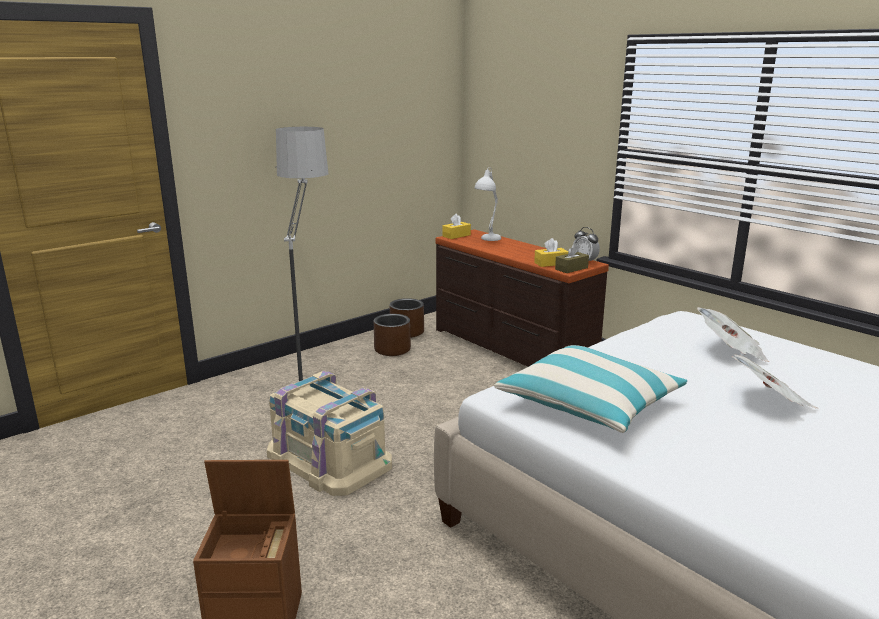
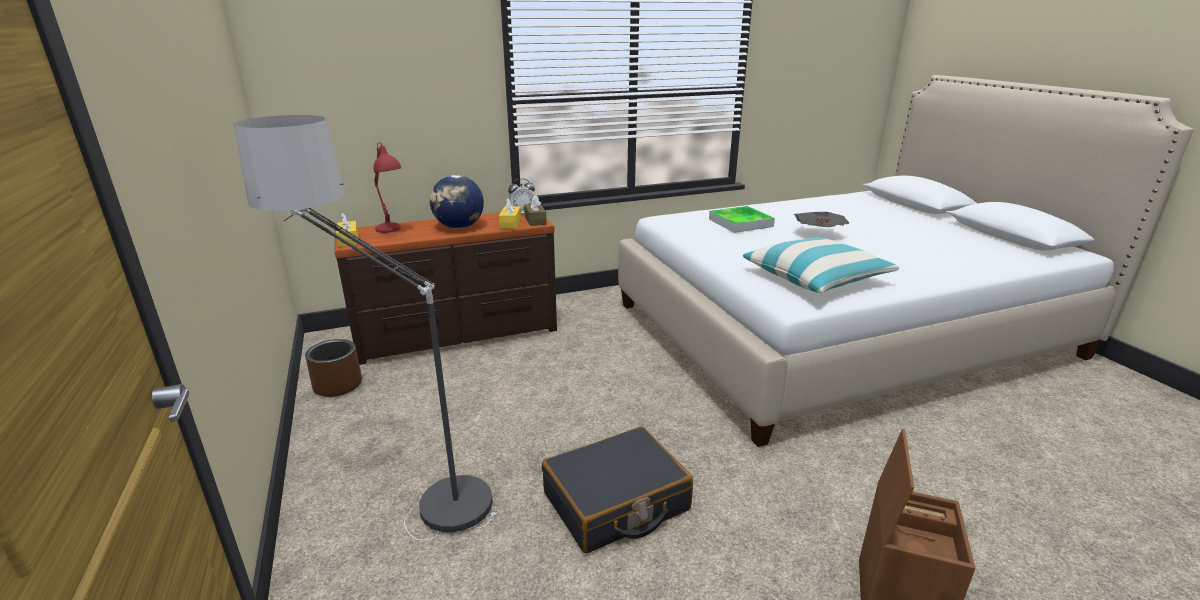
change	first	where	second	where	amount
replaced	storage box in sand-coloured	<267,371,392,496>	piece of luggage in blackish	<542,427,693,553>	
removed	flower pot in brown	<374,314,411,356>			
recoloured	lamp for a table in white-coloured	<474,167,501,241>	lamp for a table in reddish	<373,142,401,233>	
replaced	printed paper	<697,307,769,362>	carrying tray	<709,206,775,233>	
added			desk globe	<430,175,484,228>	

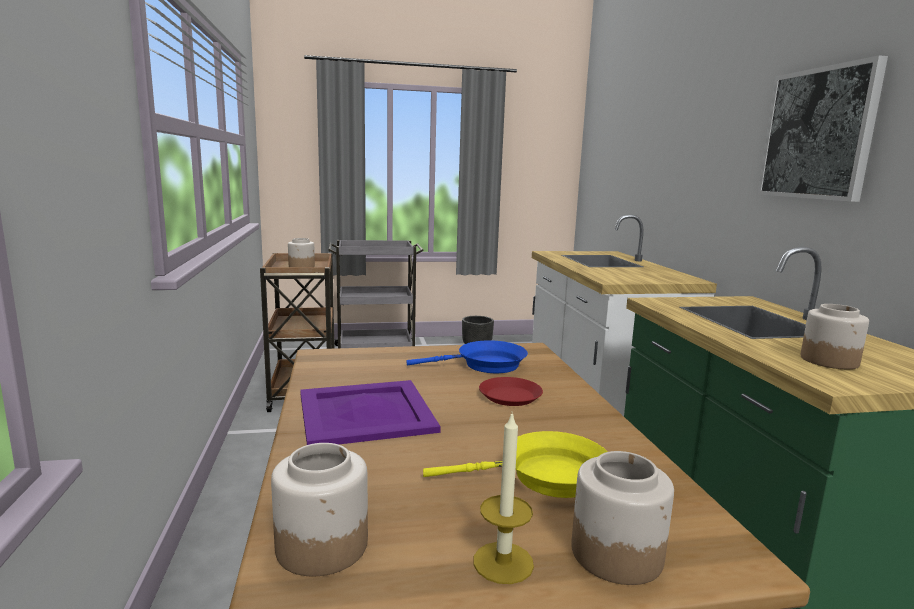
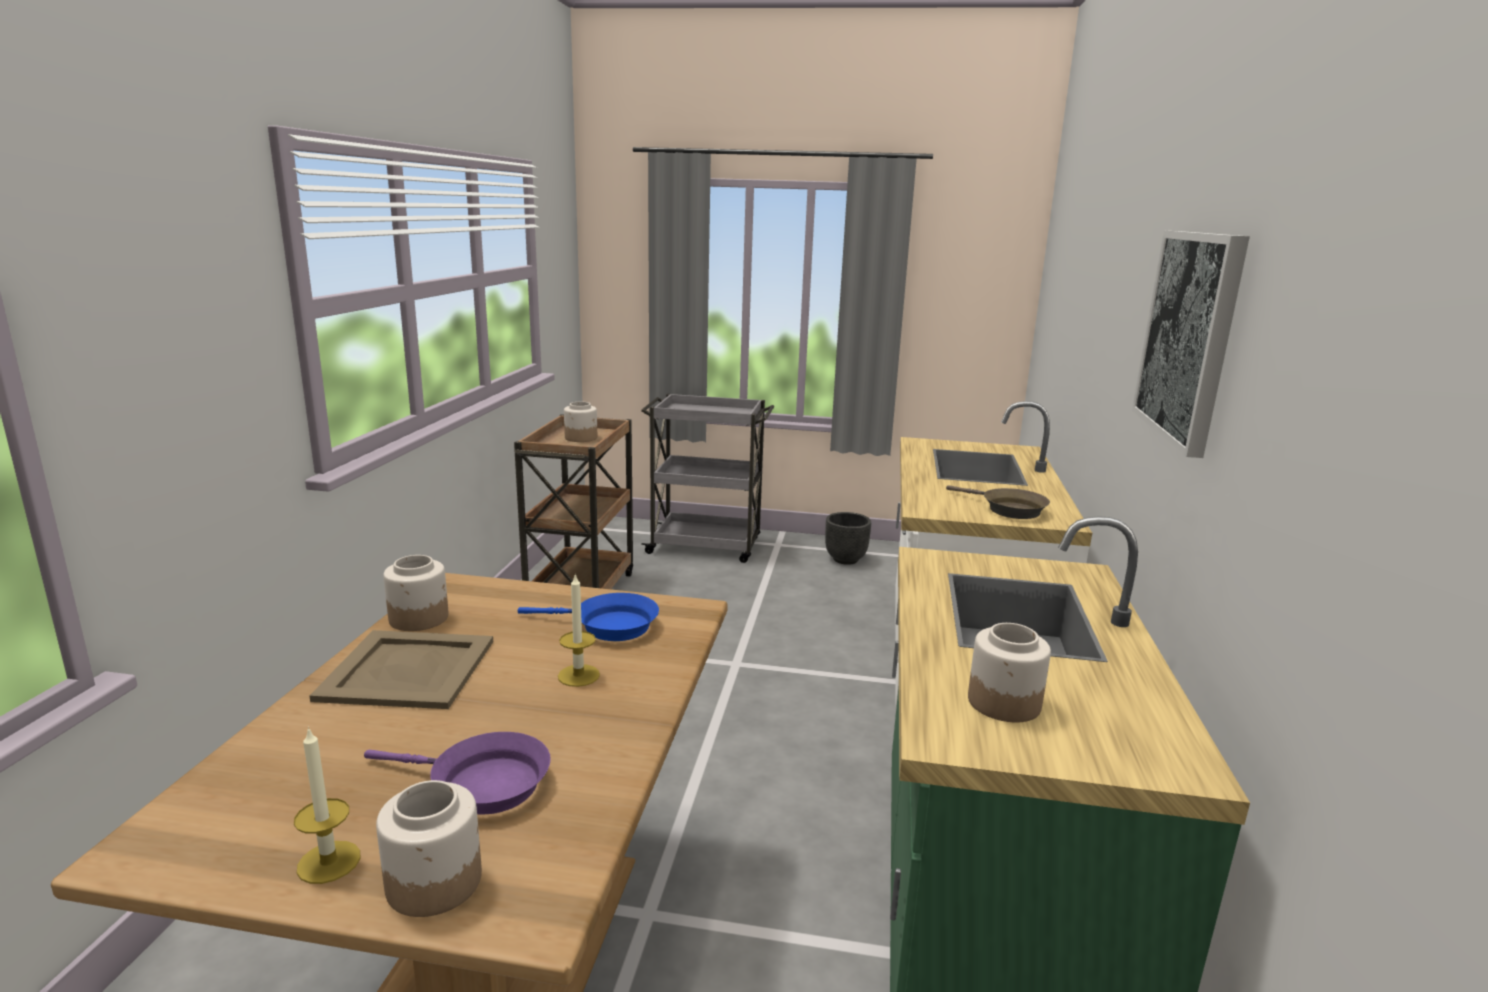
change	first	where	second	where	amount
moved	jar	<271,443,368,576>		<383,555,449,631>	
recoloured	carrying tray in purple-coloured	<300,380,441,445>	carrying tray in sand-coloured	<309,630,493,709>	
recoloured	pan in yellow-coloured	<423,431,608,498>	pan in purple-coloured	<364,732,551,814>	
replaced	plate in reddish	<479,377,543,406>	wax light	<558,573,600,687>	
added			pan in brown	<946,485,1050,519>	

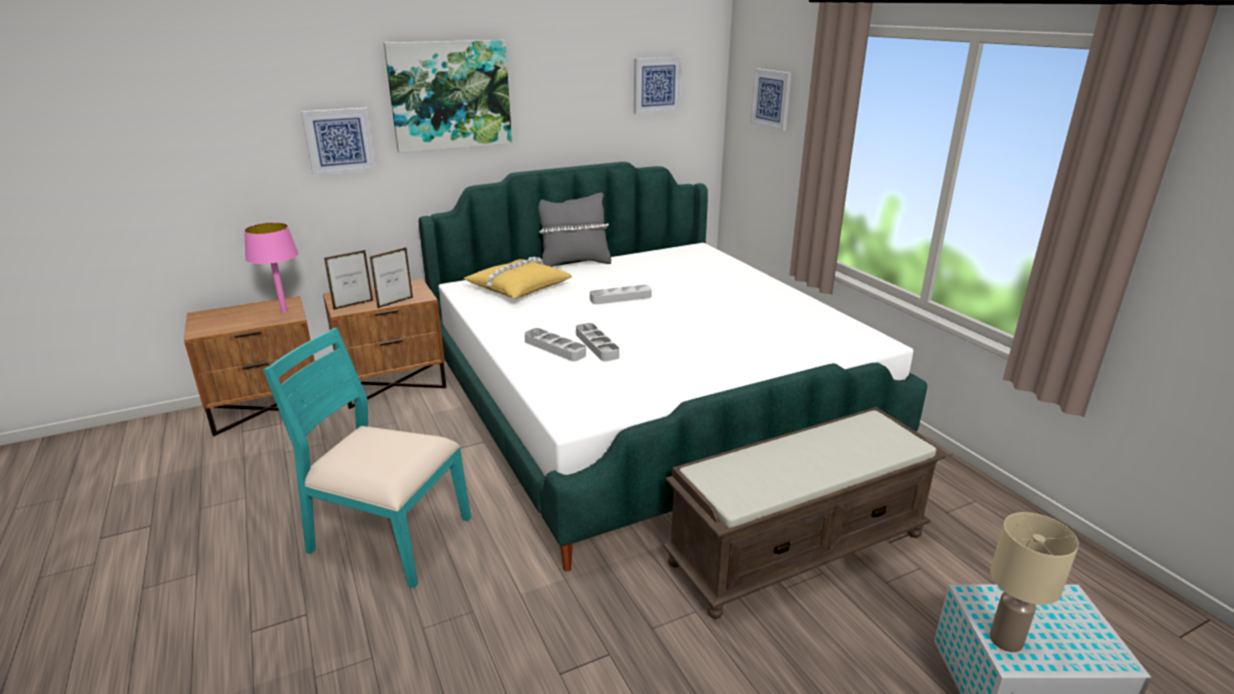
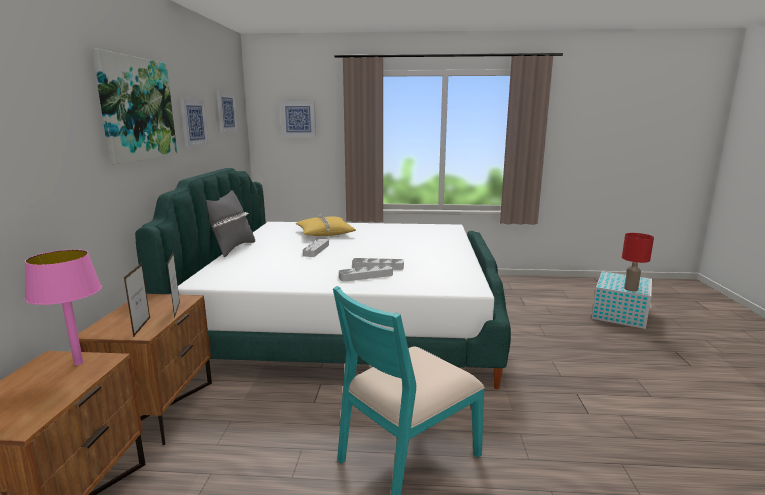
change	first	where	second	where	amount
moved	picture	<301,107,376,176>		<180,98,209,147>	
moved	cushion in yellow-coloured	<463,257,572,299>		<295,213,356,236>	
removed	indoor bench in brown	<663,407,946,619>			
recoloured	lamp for a table in sand-coloured	<990,512,1079,652>	lamp for a table in reddish	<622,233,654,291>	

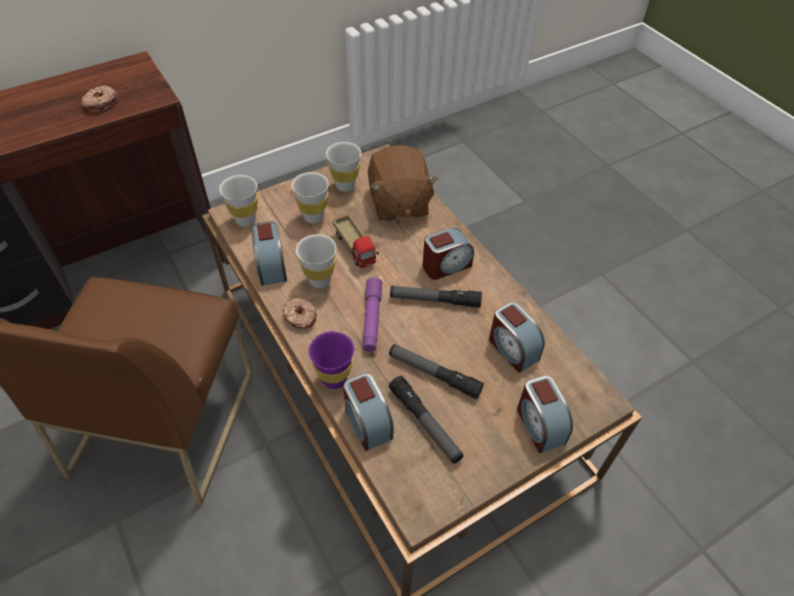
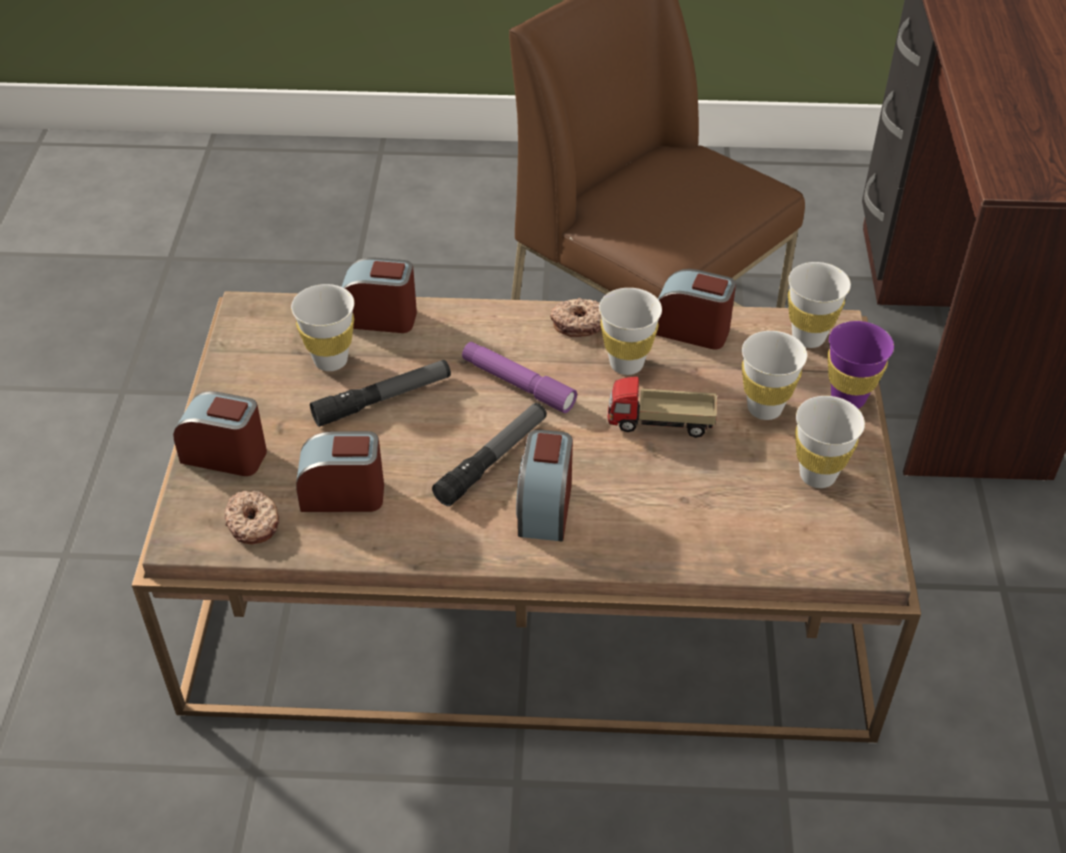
change	first	where	second	where	amount
moved	doughnut	<81,85,118,113>		<225,491,279,544>	
moved	small cup in purple-coloured	<308,331,354,389>		<828,321,894,409>	
removed	plush toy in brown	<368,145,439,221>			
replaced	flashlight	<389,376,464,464>	small cup in white-coloured	<291,284,354,371>	

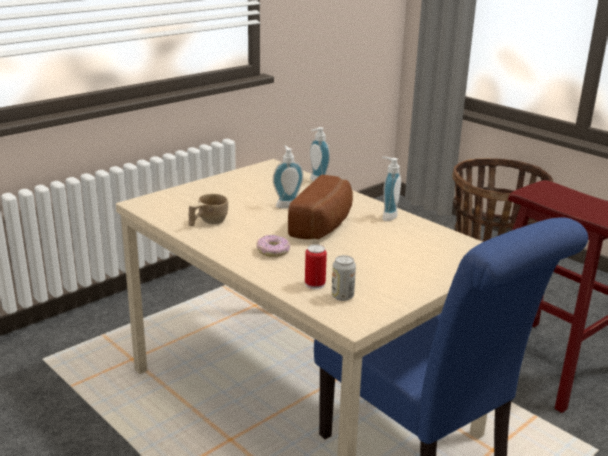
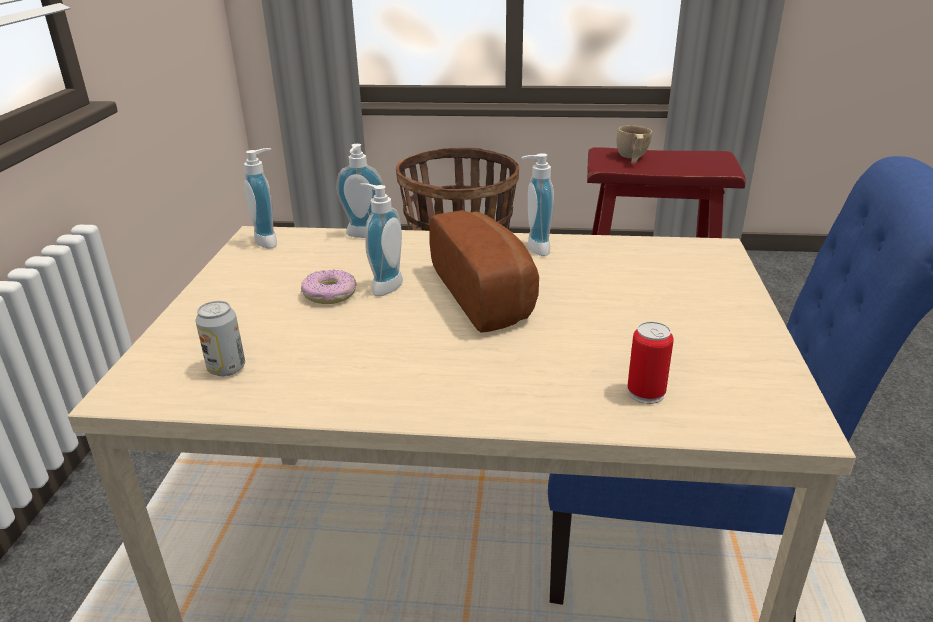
change	first	where	second	where	amount
moved	small cup in sand-coloured	<188,194,228,226>		<616,125,652,164>	
moved	doughnut	<257,235,290,257>		<301,270,357,304>	
moved	can	<332,255,356,301>		<195,301,245,376>	
added			soap dispenser	<244,148,277,249>	

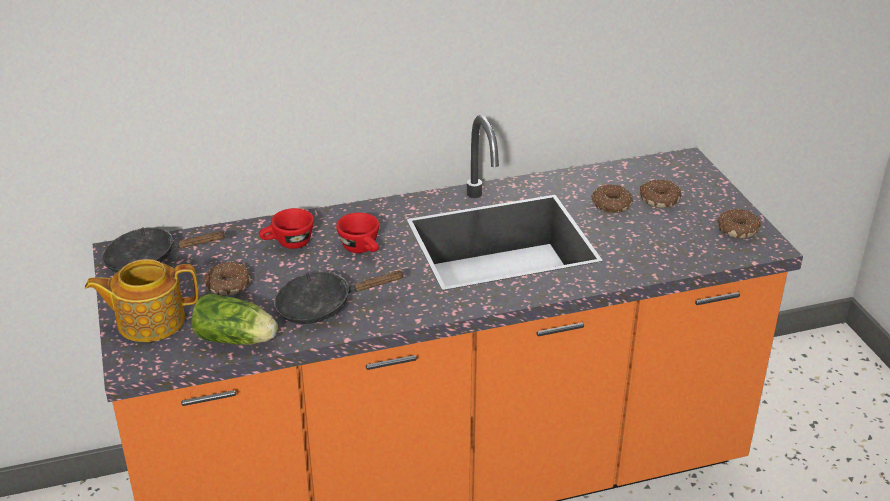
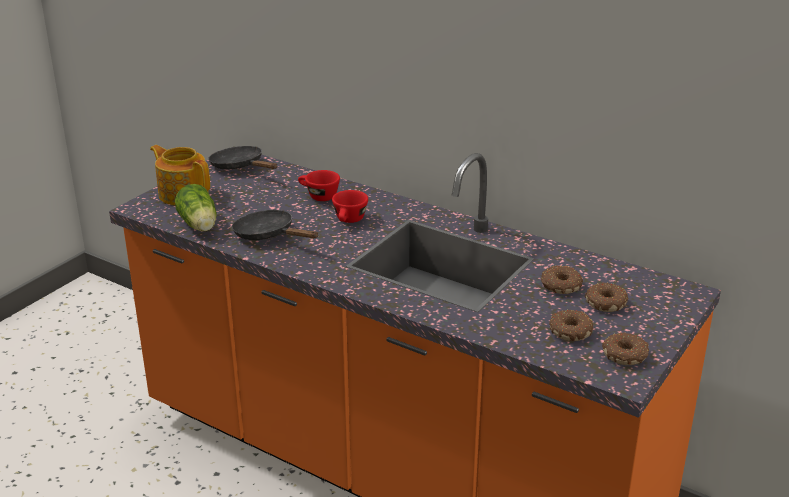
change	first	where	second	where	amount
moved	doughnut	<203,261,251,296>		<549,309,593,341>	

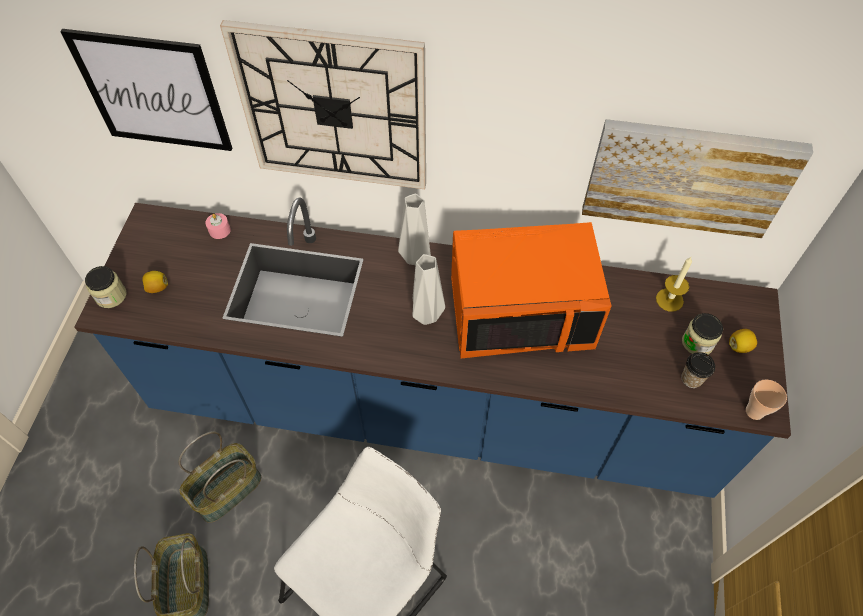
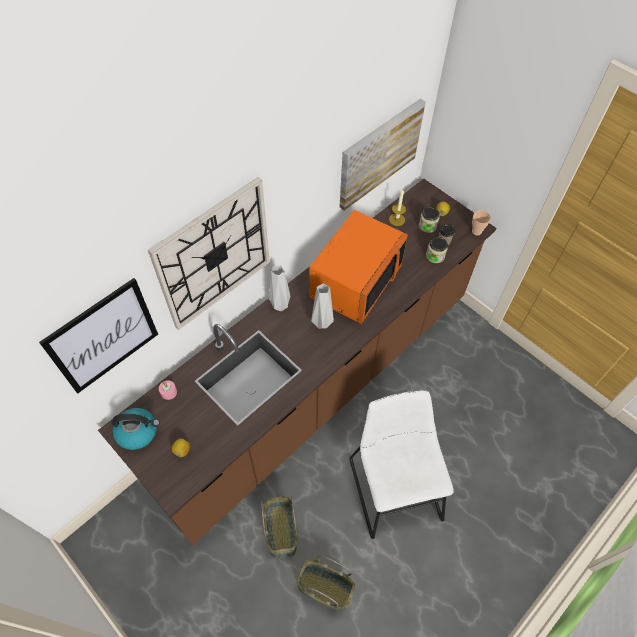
change	first	where	second	where	amount
recoloured	kitchen base unit in blue	<75,197,791,498>	kitchen base unit in brown	<98,179,496,545>	
moved	jar	<85,266,126,308>		<426,237,448,263>	
added			kettle	<112,408,160,450>	

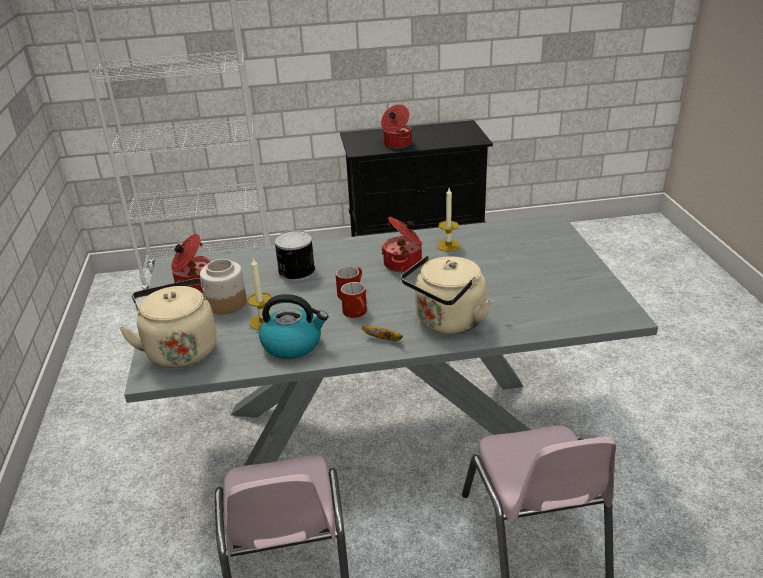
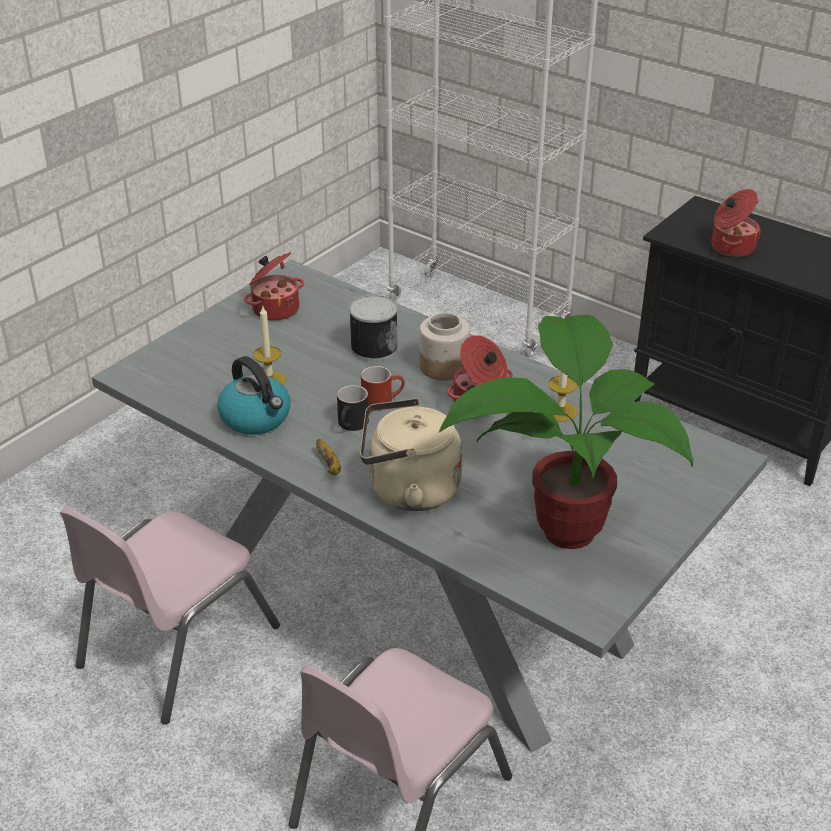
change	first	where	second	where	amount
removed	kettle in sand-coloured	<119,278,217,368>			
moved	jar	<200,259,247,314>		<419,313,470,381>	
recoloured	mug in reddish	<341,282,367,318>	mug in blackish	<337,385,369,431>	
added			potted plant	<439,315,694,549>	

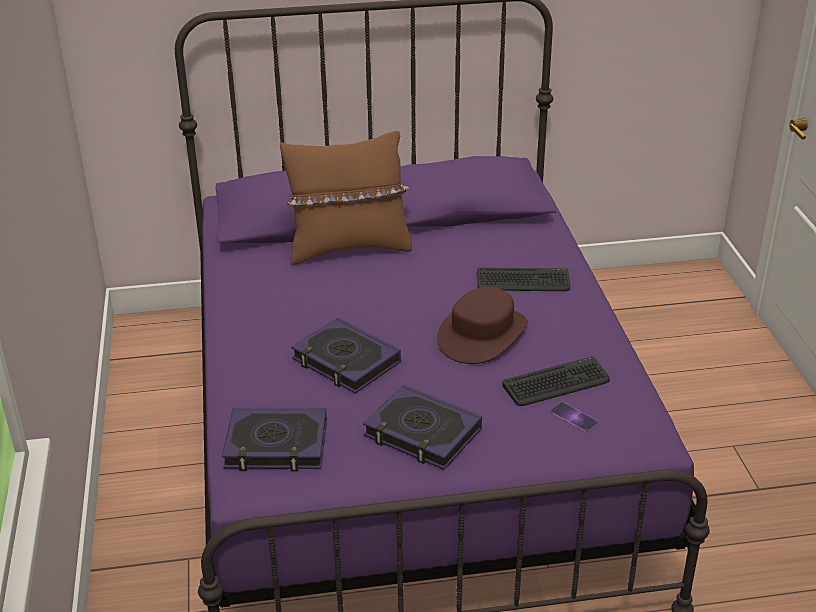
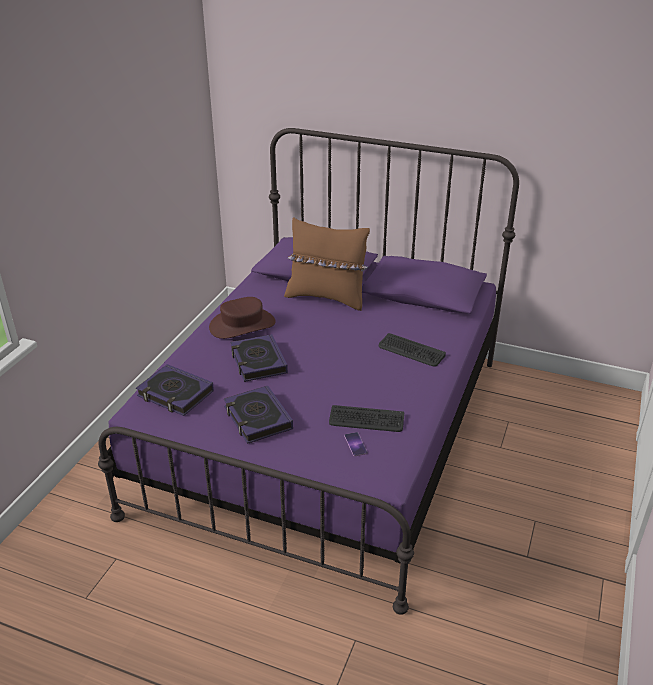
change	first	where	second	where	amount
moved	wearable hat in brown	<437,286,528,364>		<209,297,276,339>	

